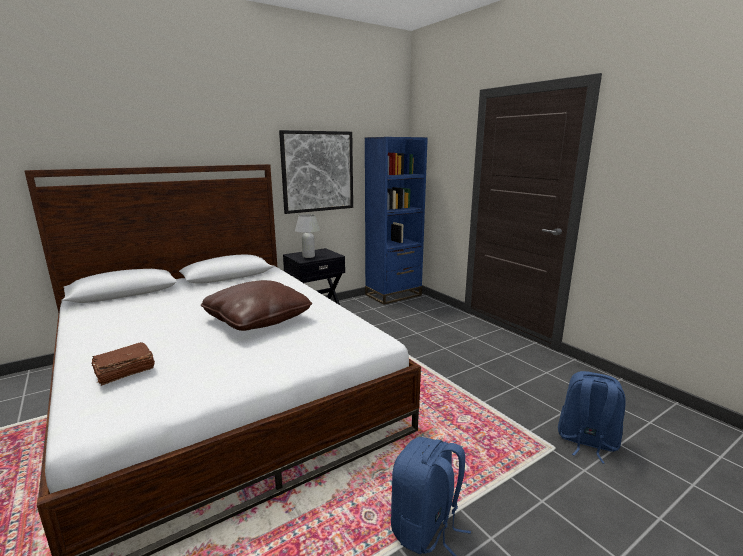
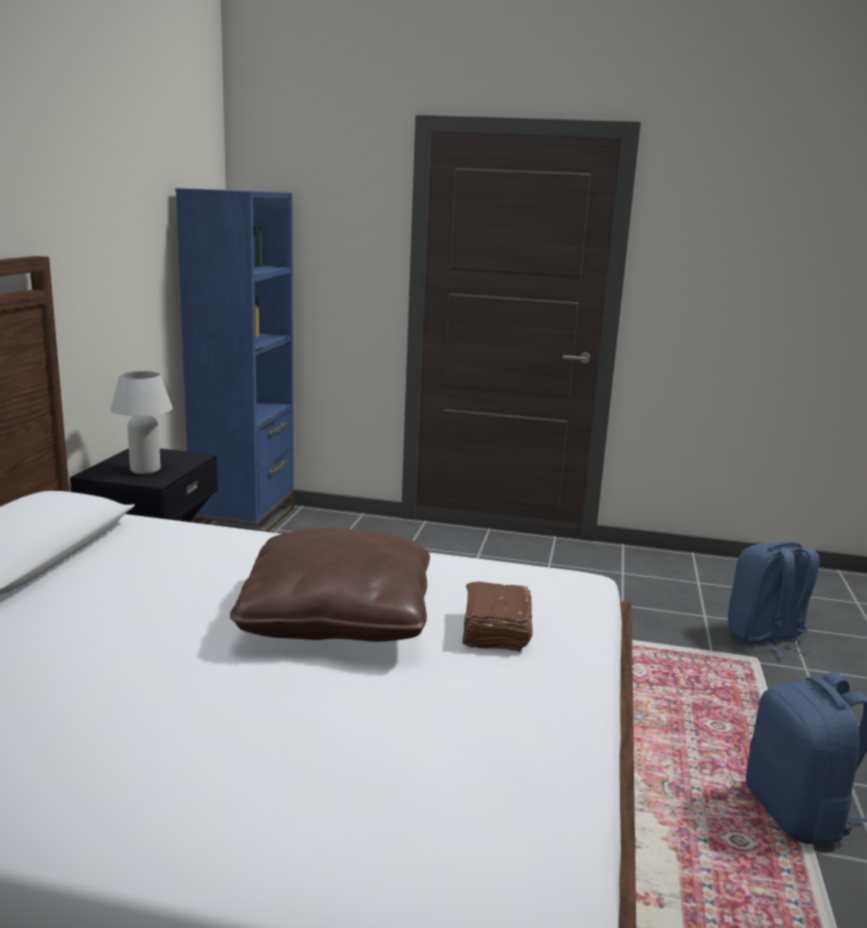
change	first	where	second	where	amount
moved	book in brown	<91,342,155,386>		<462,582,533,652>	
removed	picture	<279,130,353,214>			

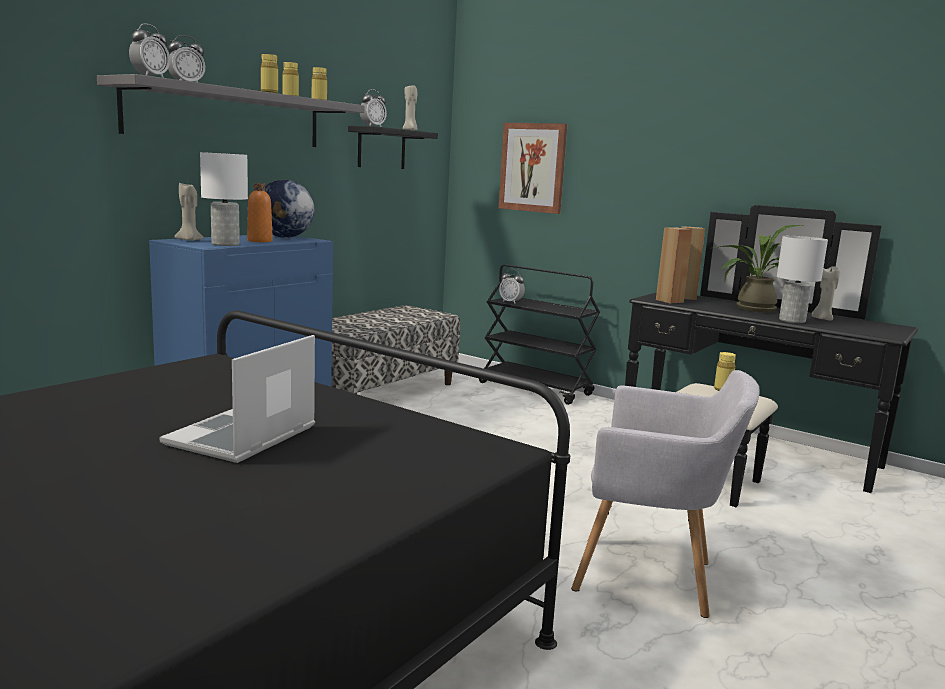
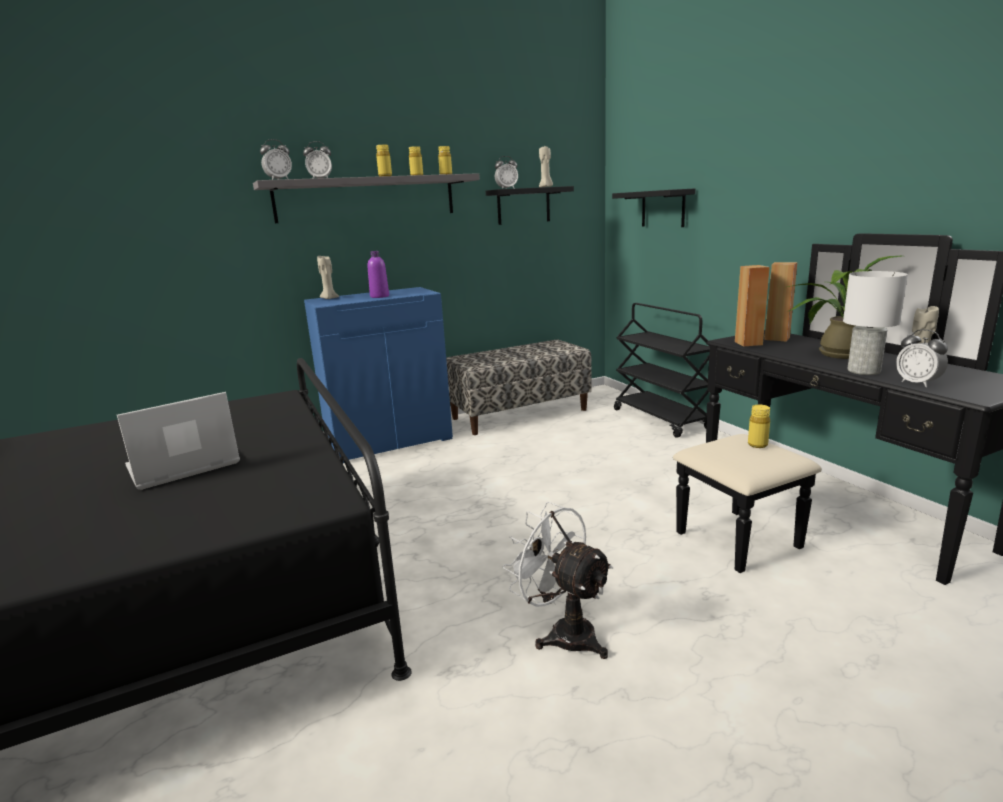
change	first	where	second	where	amount
removed	lamp for a table in white-coloured	<200,152,248,246>			
recoloured	drink bottle in orange-coloured	<247,183,273,242>	drink bottle in purple-coloured	<367,251,389,298>	
removed	desk globe	<265,180,314,238>			
replaced	picture	<498,123,567,214>	bracket shelf in blackish	<612,189,696,227>	
moved	table clock	<499,269,525,303>		<896,329,948,387>	
replaced	easy chair in grey	<571,370,760,618>	electric fan in white-coloured	<503,501,613,659>	

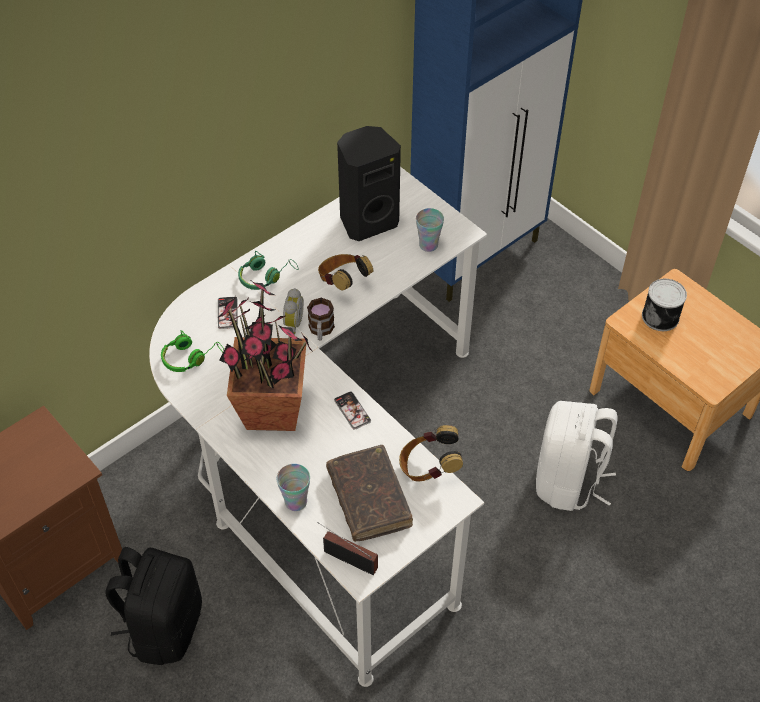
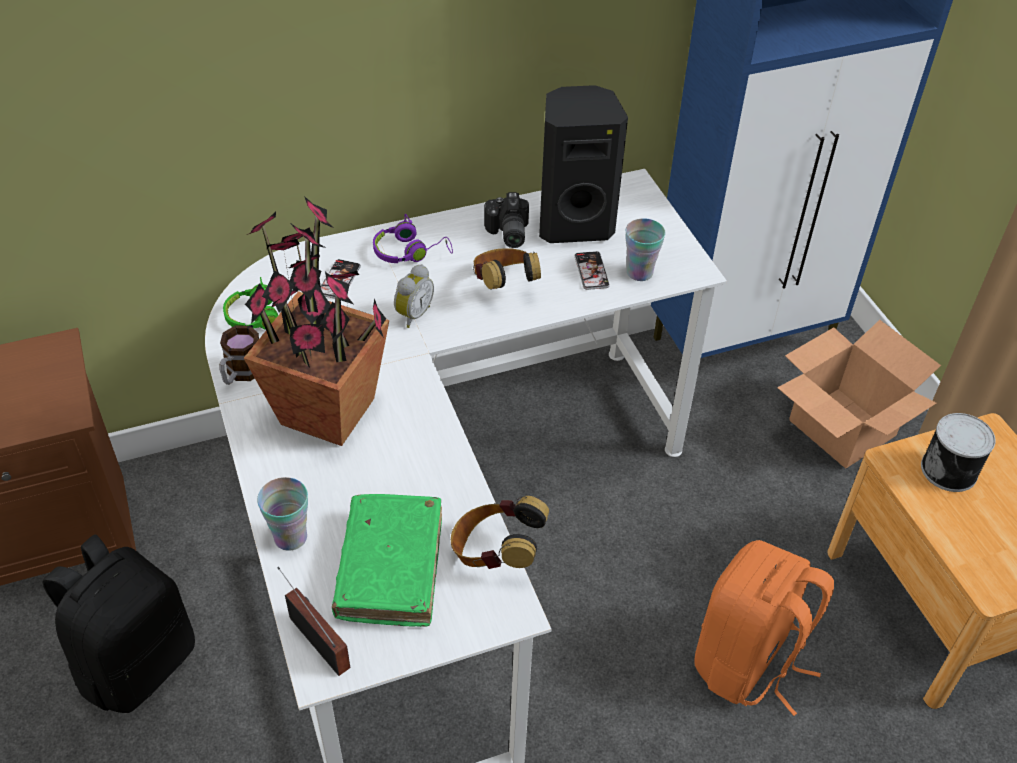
change	first	where	second	where	amount
recoloured	headphones in green	<238,251,299,290>	headphones in purple-coloured	<373,214,453,263>	
moved	mug	<307,298,335,340>		<219,326,259,385>	
recoloured	book in brown	<326,445,413,542>	book in green	<332,494,442,627>	
moved	telephone	<334,391,371,430>		<575,251,610,290>	
recoloured	backpack in white-coloured	<536,401,618,511>	backpack in orange-coloured	<694,540,834,716>	
added			still camera	<484,192,529,248>	
added			cardboard box	<777,320,941,469>	

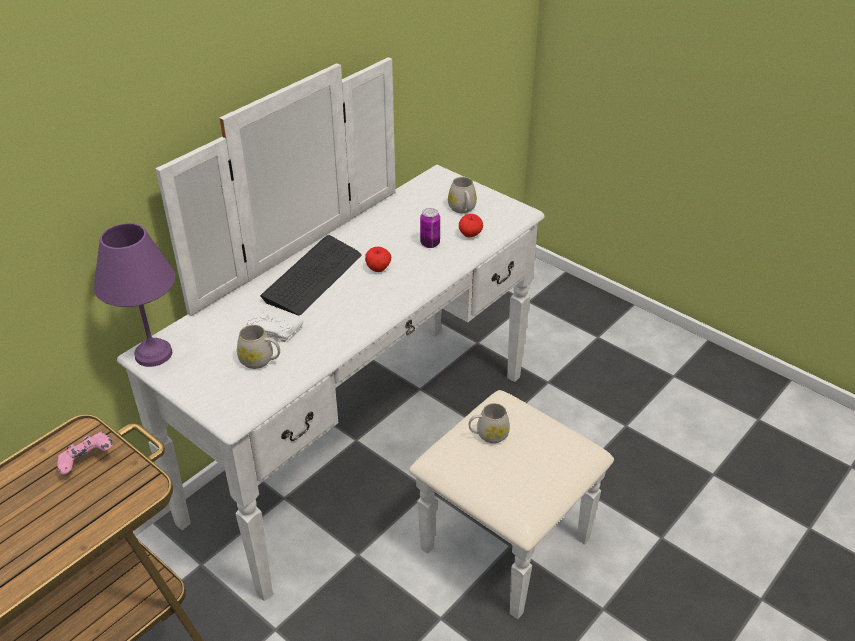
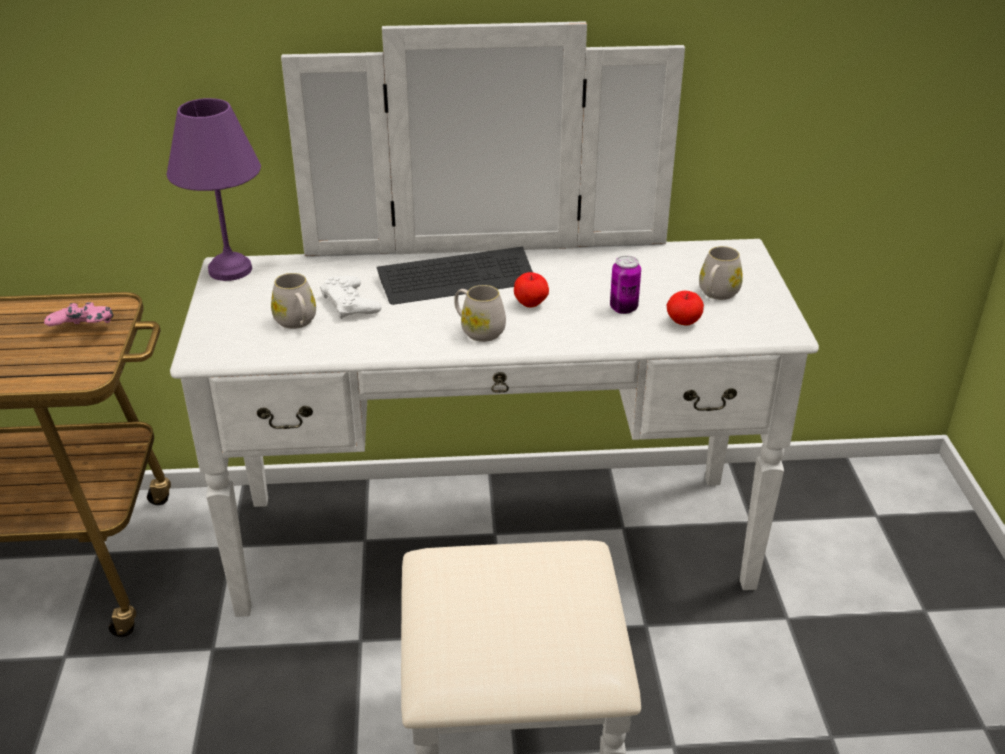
change	first	where	second	where	amount
moved	mug in white-coloured	<469,403,510,444>		<454,285,506,342>	

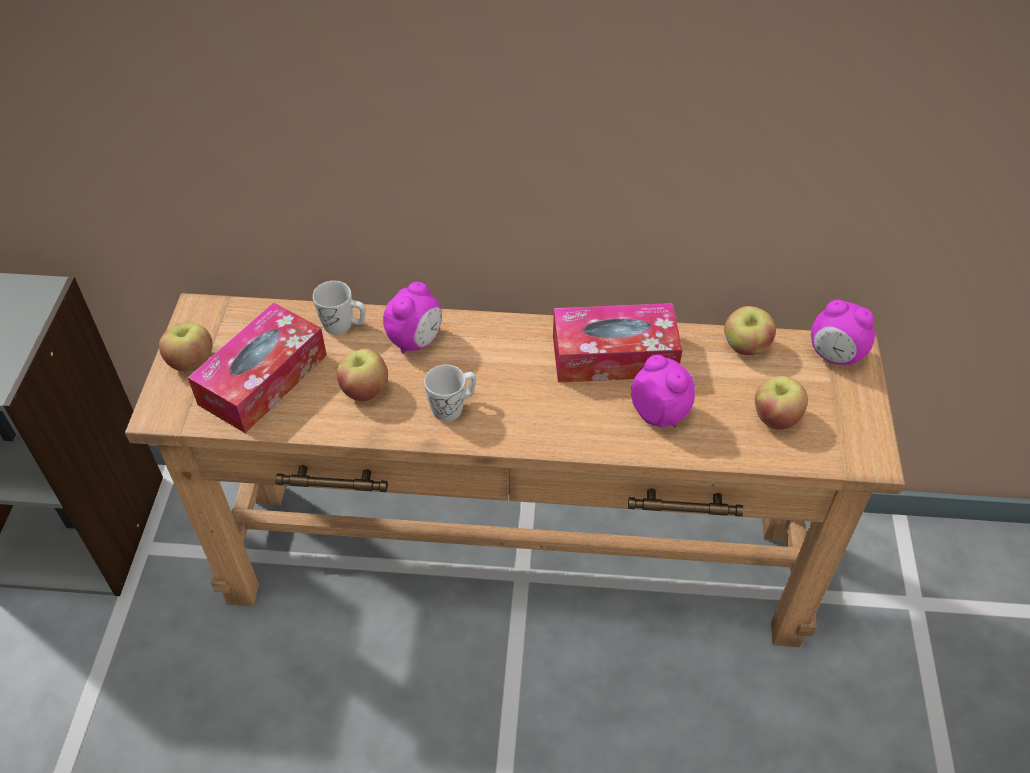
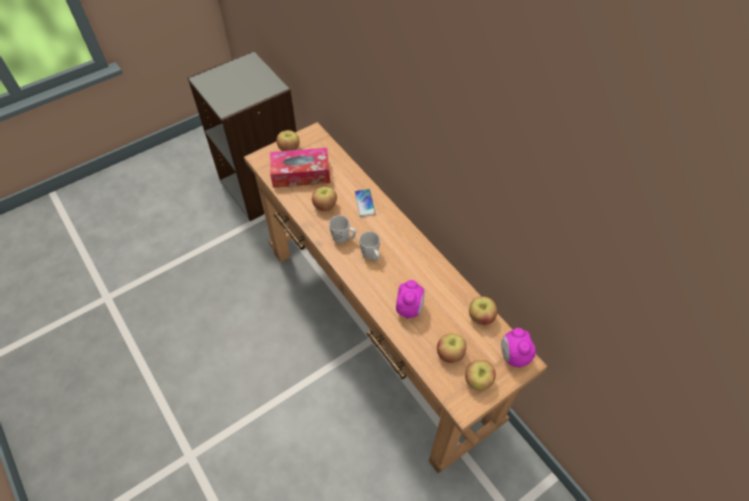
change	first	where	second	where	amount
moved	mug in white-coloured	<313,281,366,335>		<359,231,380,262>	
replaced	table clock	<383,282,442,354>	telephone	<354,189,376,217>	
removed	tissue holder	<553,303,683,383>			
added			apple	<465,360,496,391>	

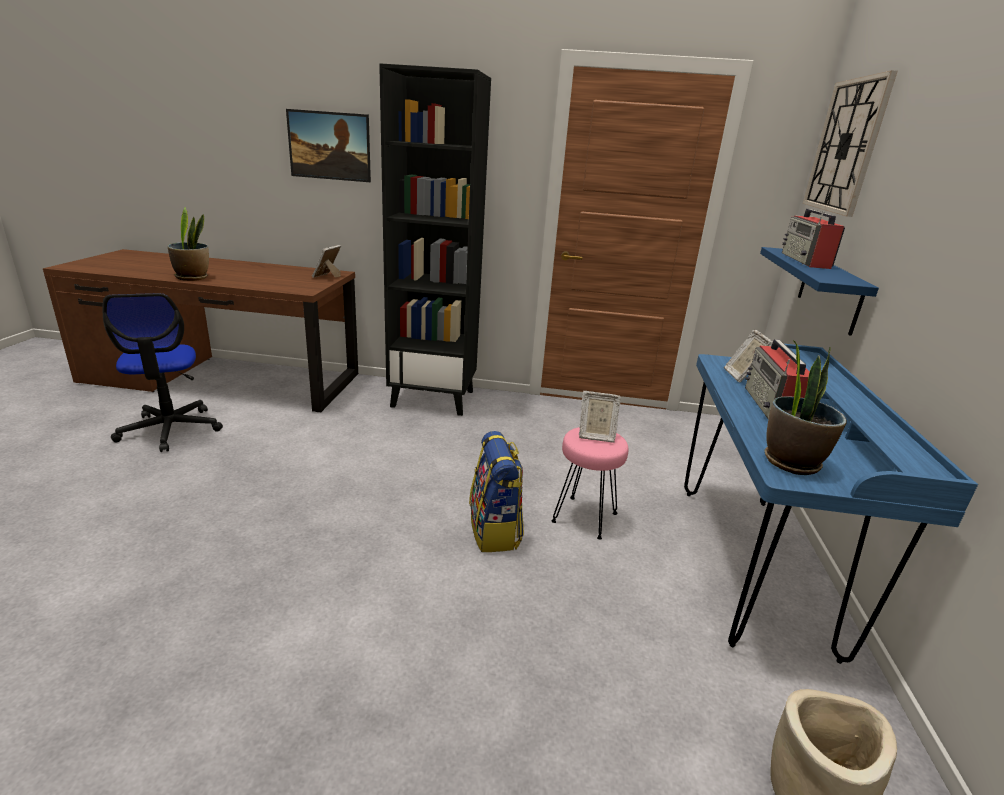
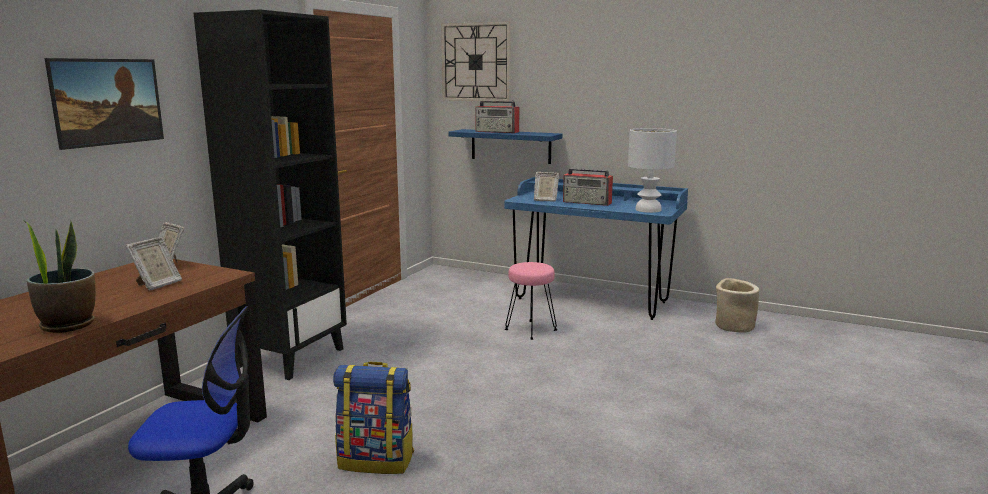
change	first	where	second	where	amount
moved	backpack	<469,431,524,552>		<333,362,414,474>	
moved	picture frame	<579,391,621,443>		<126,237,182,290>	
replaced	potted plant	<765,340,847,475>	lamp for a table in white-coloured	<628,128,677,213>	

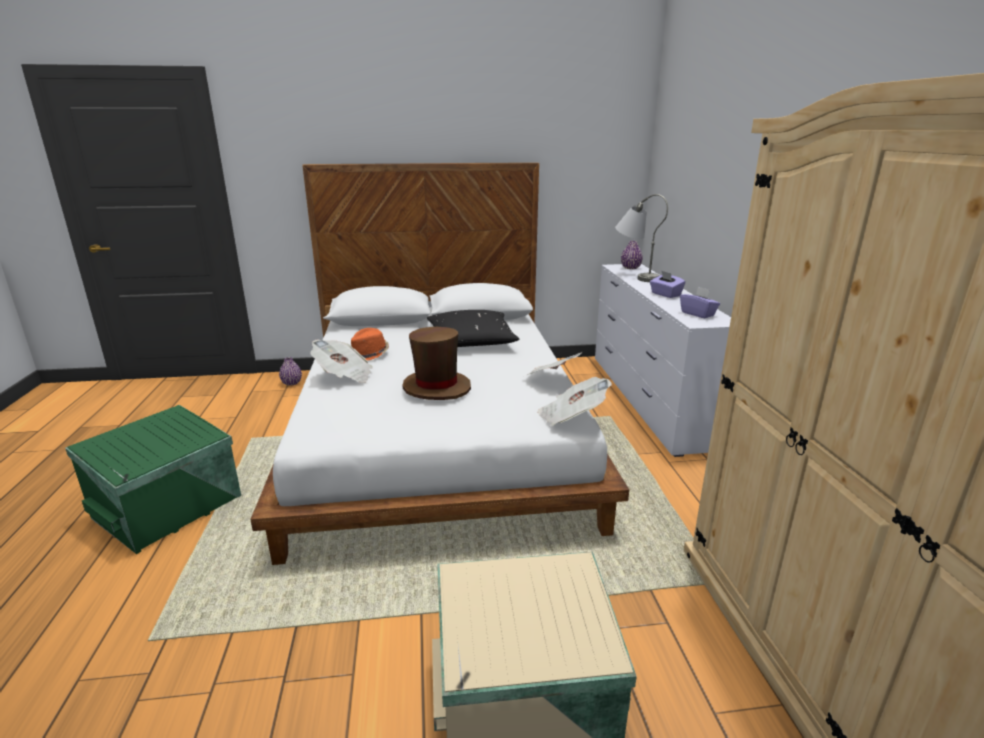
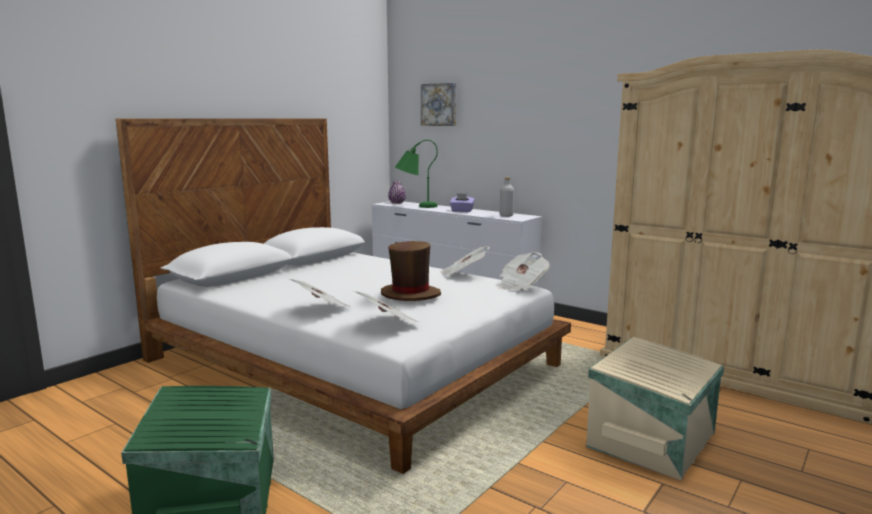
change	first	where	second	where	amount
removed	flower vase in purple-coloured	<279,357,302,386>			
removed	wearable hat in orange-coloured	<351,328,389,361>			
removed	cushion in blackish	<427,310,520,347>			
recoloured	lamp for a table in grey	<615,194,668,282>	lamp for a table in green	<395,140,438,208>	
replaced	tissue holder in purple-coloured	<680,287,720,318>	drink bottle in grey	<500,177,514,217>	
added			printed paper	<353,291,420,322>	
added			picture	<421,83,456,126>	

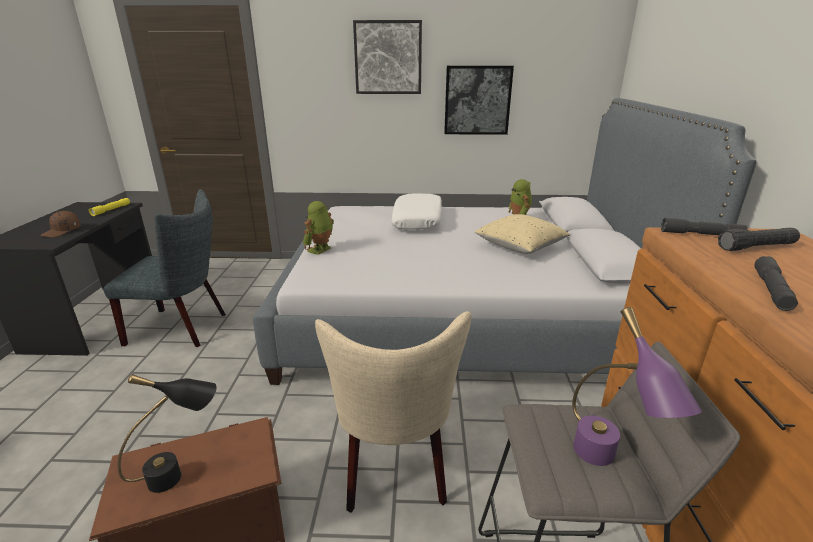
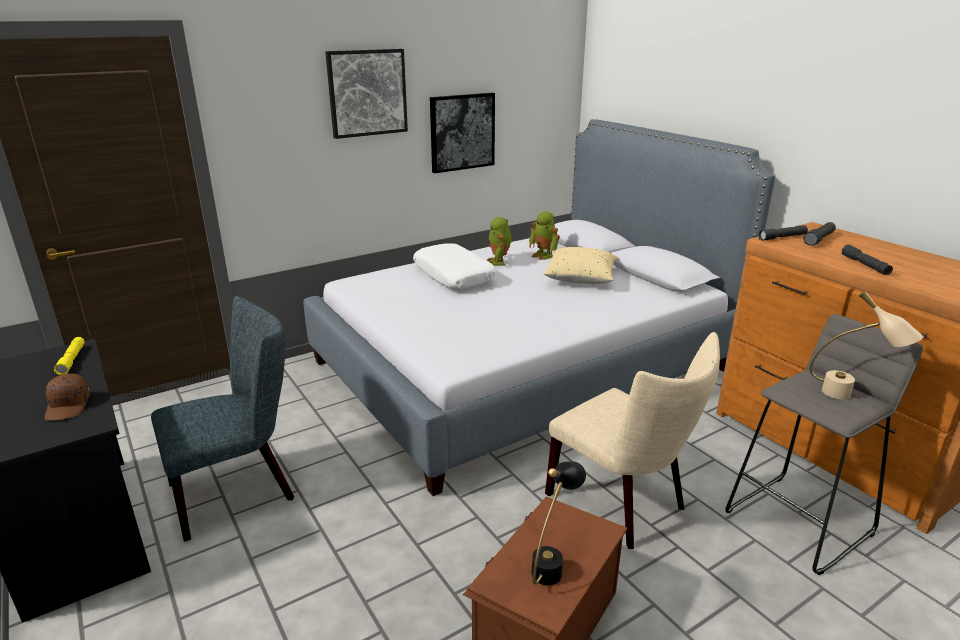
change	first	where	second	where	amount
moved	toy robot	<303,201,334,255>		<486,217,512,266>	
recoloured	lamp for a table in purple-coloured	<572,307,702,466>	lamp for a table in sand-coloured	<810,291,924,400>	

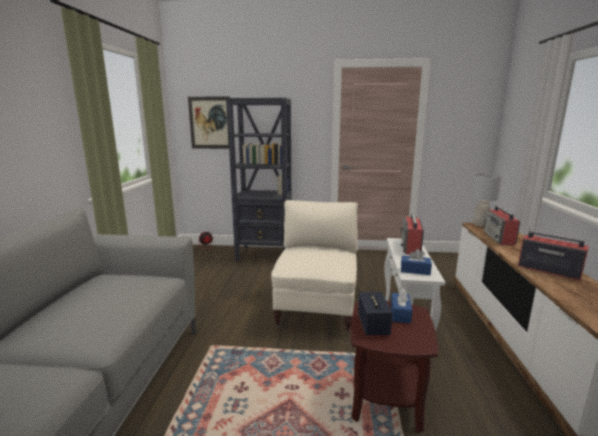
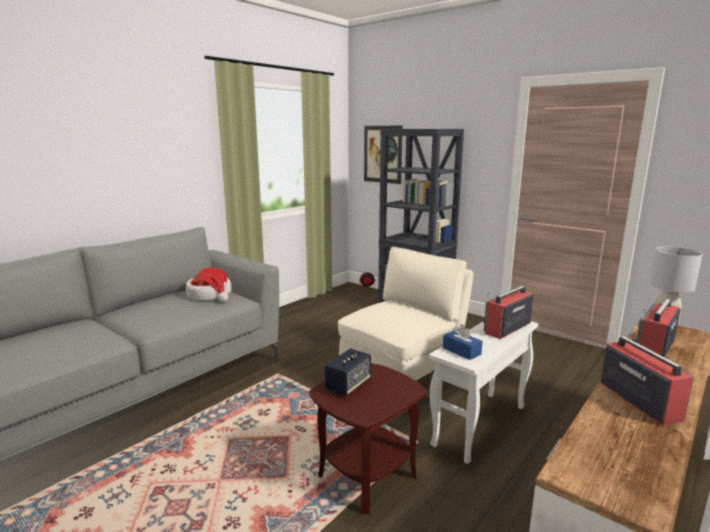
change	first	where	second	where	amount
removed	tissue holder in blue	<391,288,413,324>			
added			wearable hat	<186,268,232,302>	

